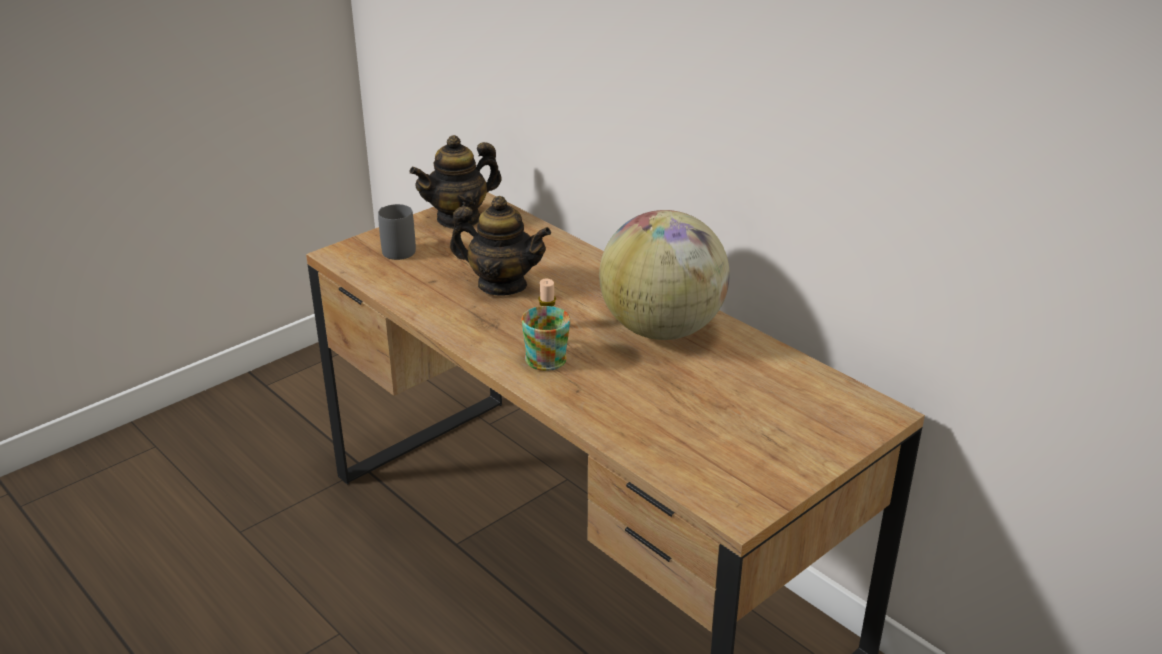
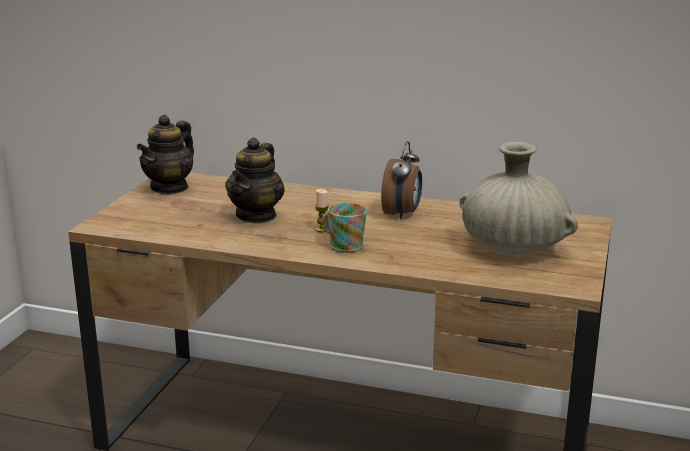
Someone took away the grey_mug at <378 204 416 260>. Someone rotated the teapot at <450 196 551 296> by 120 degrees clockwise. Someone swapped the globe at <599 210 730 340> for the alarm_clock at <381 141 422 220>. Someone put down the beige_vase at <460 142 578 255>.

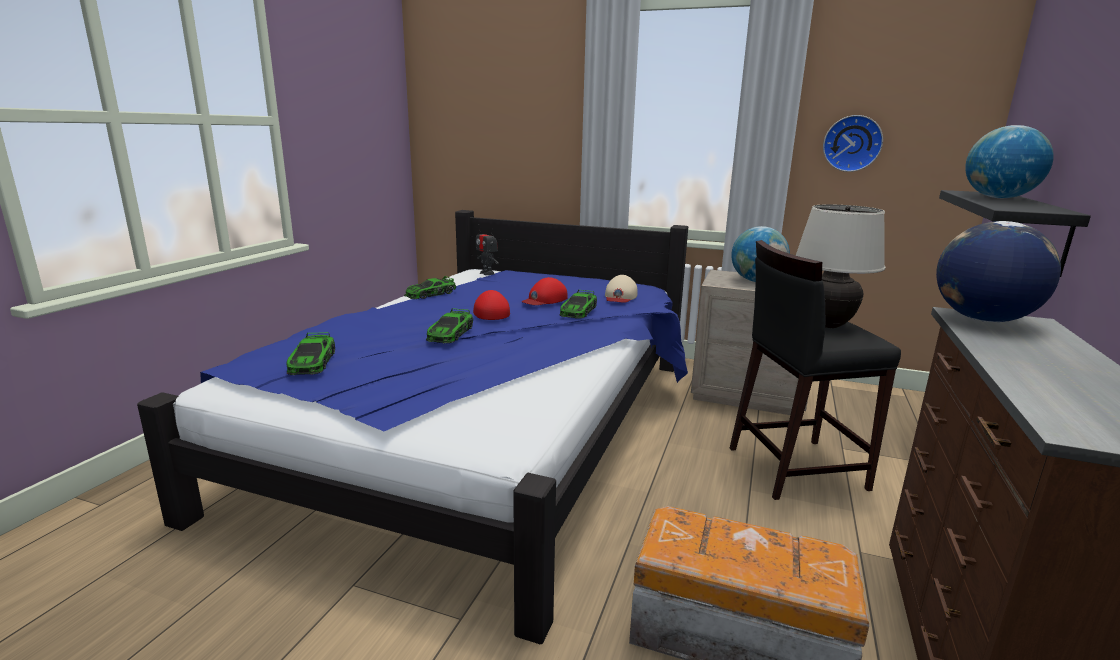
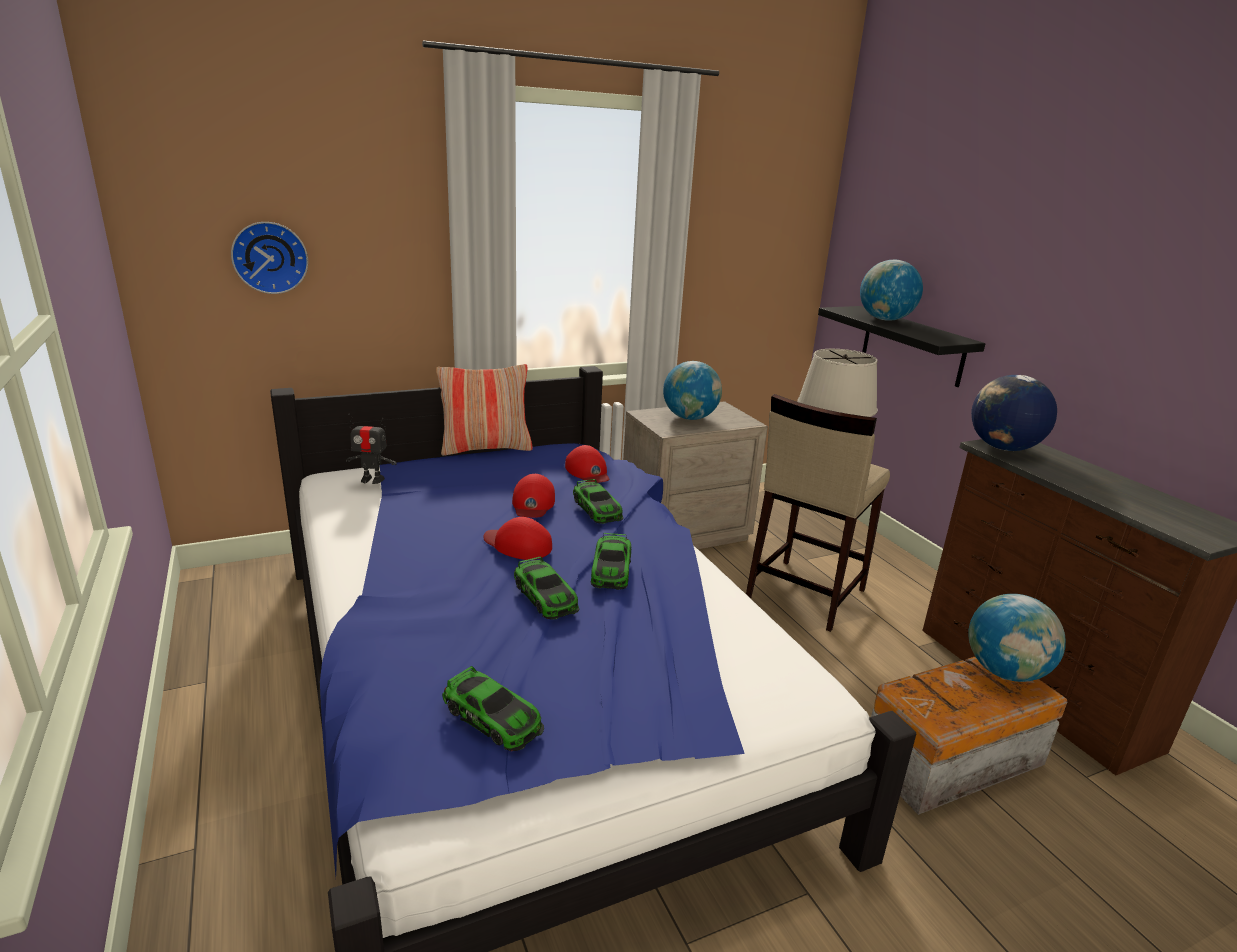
Someone carried the toy_car from <404 276 456 299> to <591 533 631 590>. Someone repainted the beige_cap at <605 275 637 303>, which became the red_cap at <565 445 609 483>. Someone repainted the black_stool at <730 240 901 500>, which became the beige_stool at <746 394 890 632>. Someone carried the wall_clock from <823 115 883 172> to <231 222 308 294>. Someone put down the pillow at <436 364 533 456>. Someone put down the globe at <968 594 1066 682>.

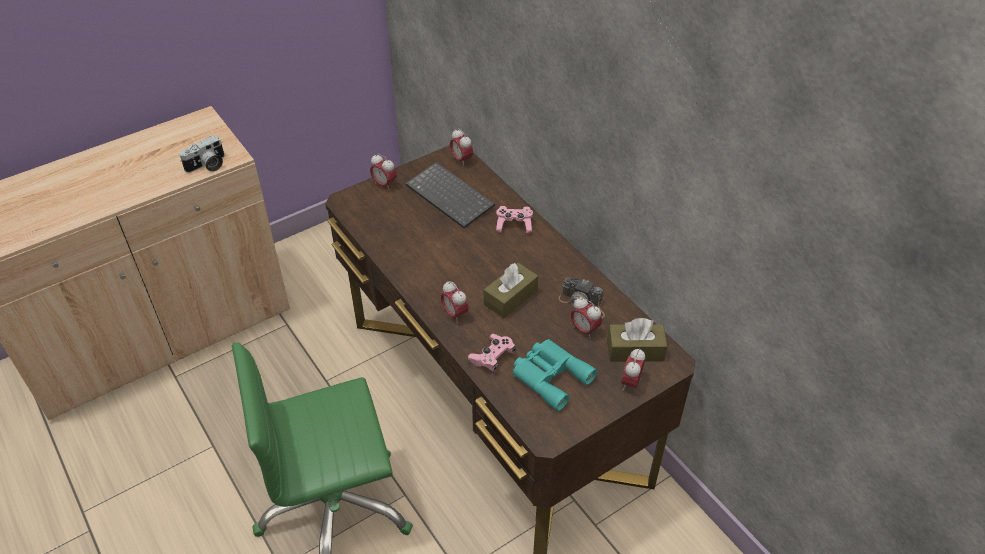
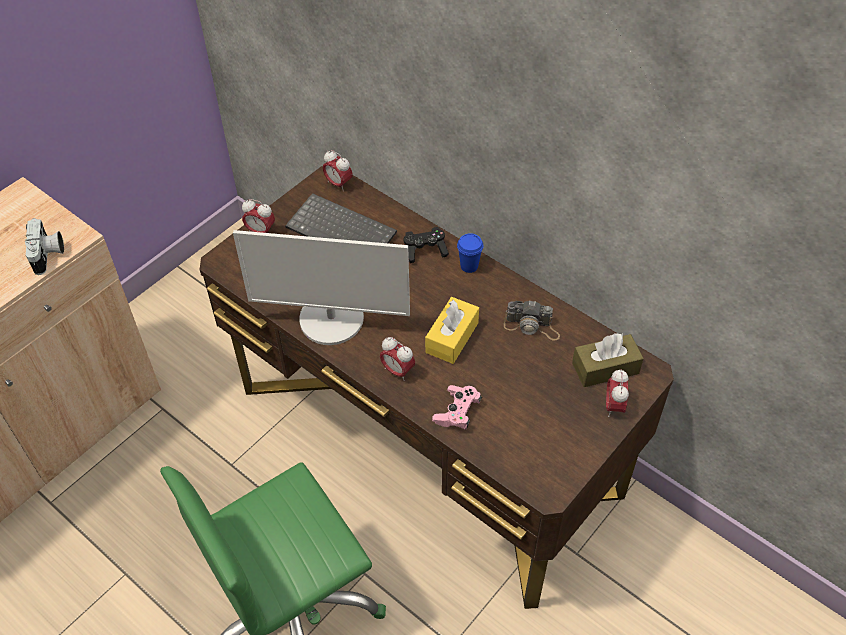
Someone rotated the photo_camera at <179 135 225 173> by 45 degrees counterclockwise. Someone repainted the brown_tissue_box at <484 263 538 318>, which became the yellow_tissue_box at <425 297 479 364>. Someone repainted the pink_game_controller at <496 206 533 233>, which became the black_game_controller at <404 227 449 263>. Someone took away the turquoise_binoculars at <513 339 597 411>. Someone took away the alarm_clock at <571 297 602 339>. Someone put down the monitor at <233 230 410 345>. Someone put down the blue_cup at <457 233 483 273>.

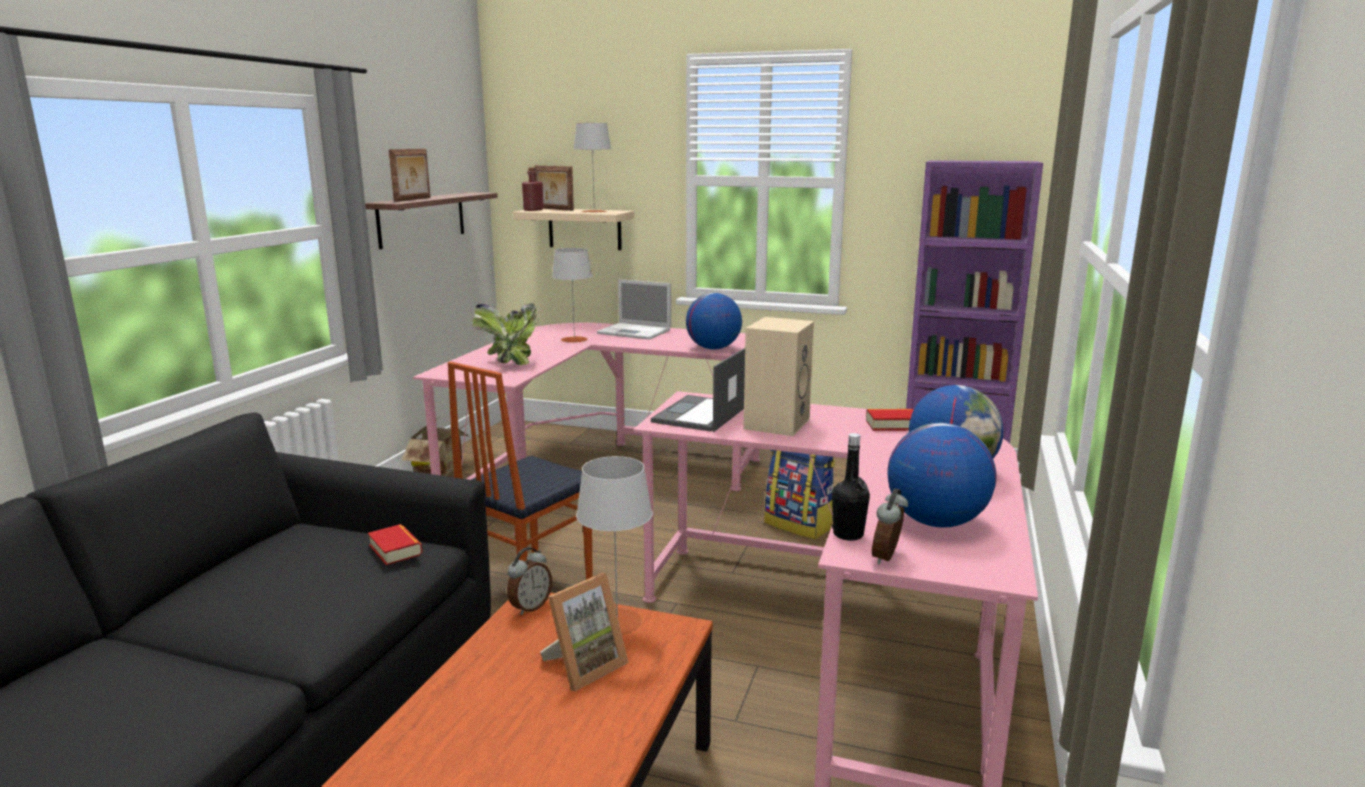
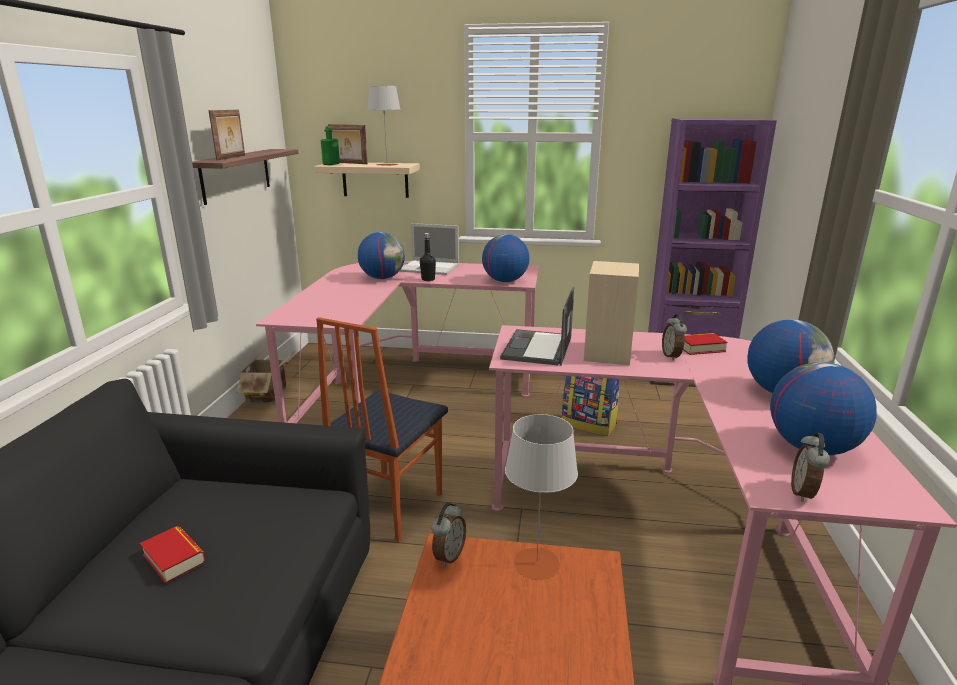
Someone carried the book from <368 524 422 565> to <140 526 206 584>. Someone took away the potted_plant at <472 303 537 365>. Someone repainted the red_bottle at <522 167 544 211>, which became the green_bottle at <321 126 340 165>. Someone took away the picture_frame at <540 573 628 691>. Someone swapped the grey_table_lamp at <552 248 592 343> for the globe at <358 232 405 279>. Someone carried the black_bottle from <832 433 870 541> to <420 233 436 281>. Someone put down the alarm_clock at <662 314 687 361>.

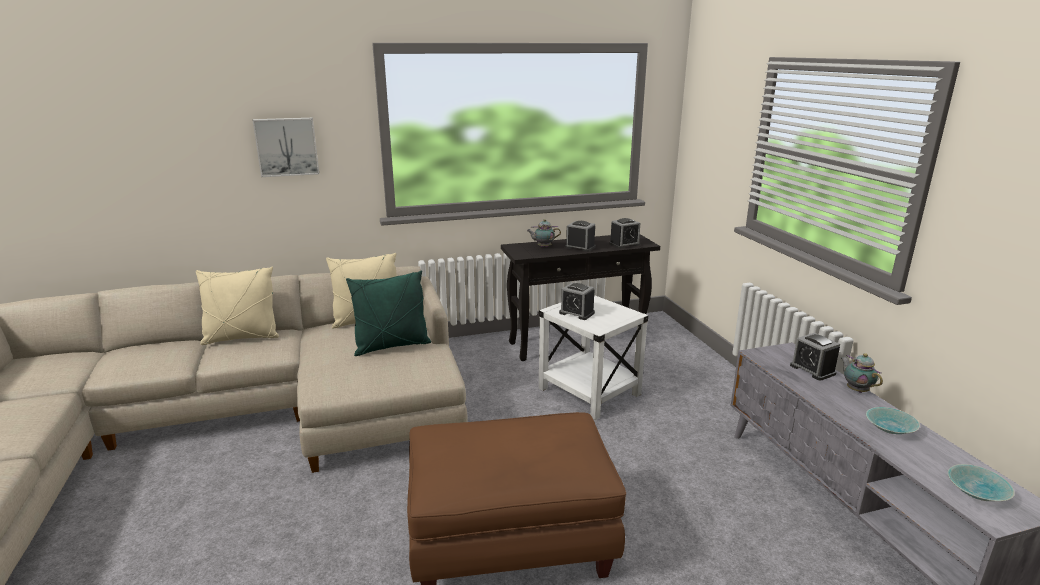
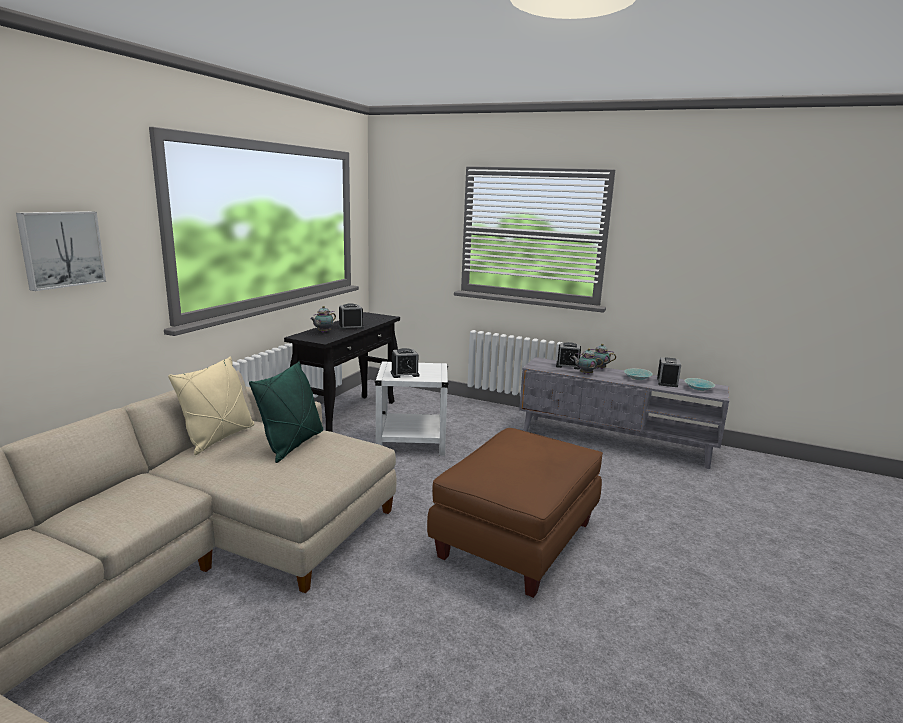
Someone took away the beige_pillow at <196 267 279 345>. Someone carried the alarm_clock from <609 218 640 249> to <657 357 681 387>. Someone put down the teapot at <572 348 603 375>.

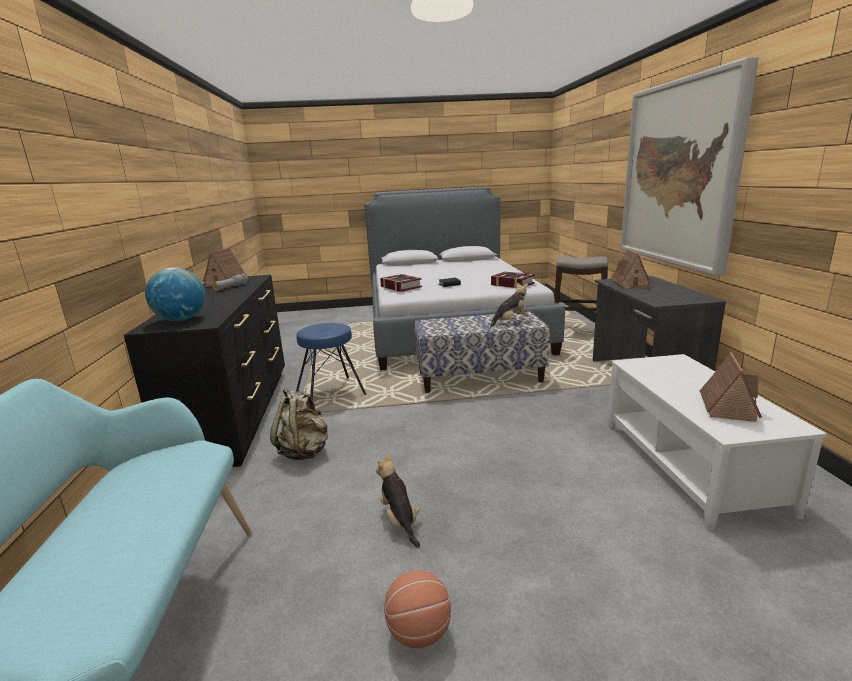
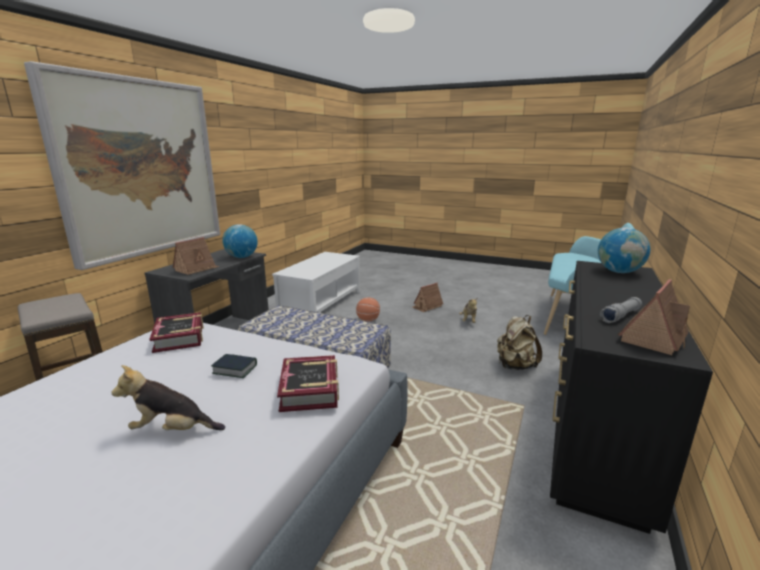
Someone took away the blue_stool at <296 323 366 400>. Someone carried the basketball from <384 570 451 648> to <356 297 380 322>. Someone carried the plush_toy from <490 282 529 327> to <111 365 225 430>. Someone carried the toy_house from <700 352 762 422> to <413 283 443 312>. Someone put down the globe at <222 224 258 258>.

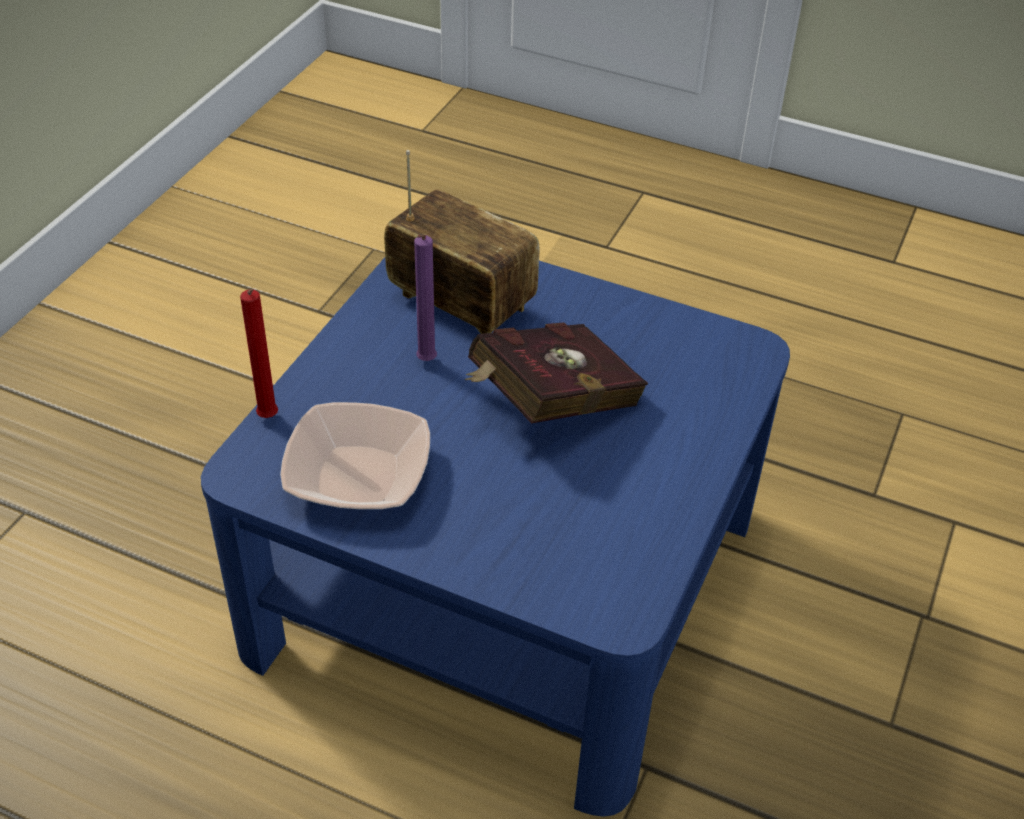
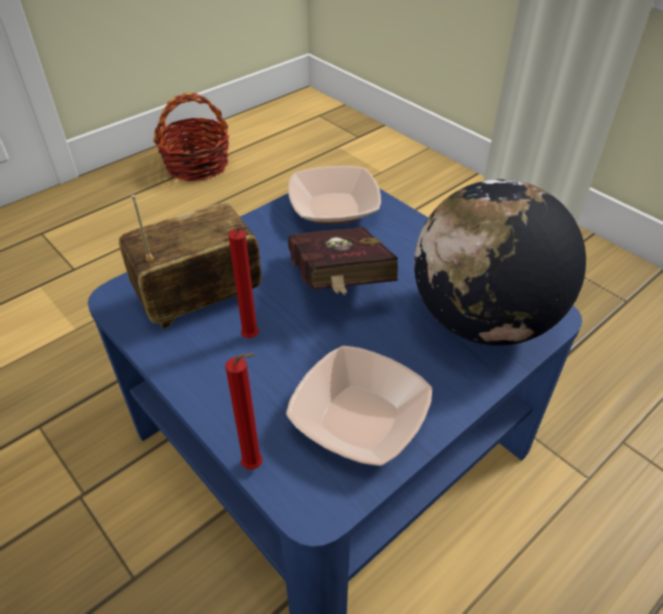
Someone repainted the purple_candle at <414 234 437 361>, which became the red_candle at <228 226 259 338>. Someone put down the basket at <153 93 230 181>. Someone put down the bowl at <288 166 381 224>. Someone put down the globe at <414 179 586 346>.

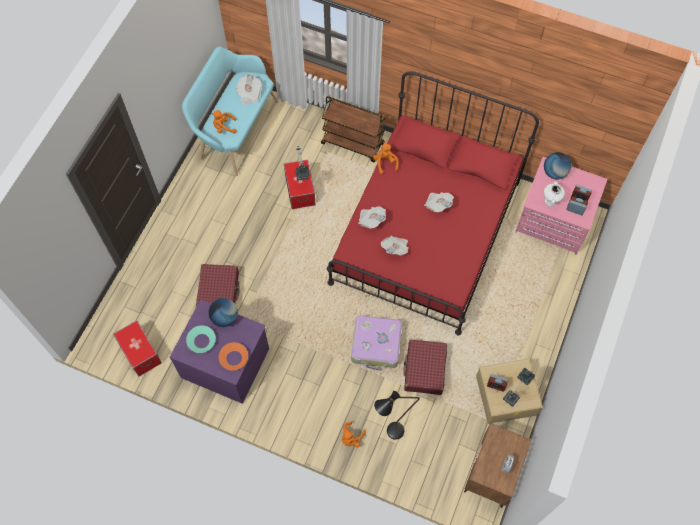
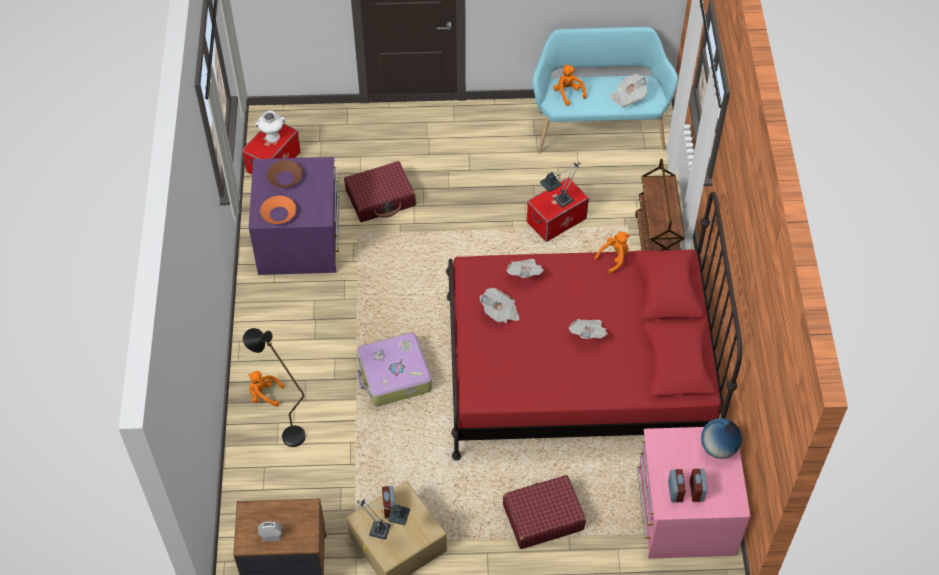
Someone repainted the turquoise_bowl at <186 325 216 353>, which became the brown_bowl at <267 160 302 188>. Someone took away the globe at <208 298 238 327>. Someone carried the red_suitcase from <403 339 447 395> to <503 475 586 549>. Someone carried the white_vase from <544 181 565 207> to <255 110 286 142>.

